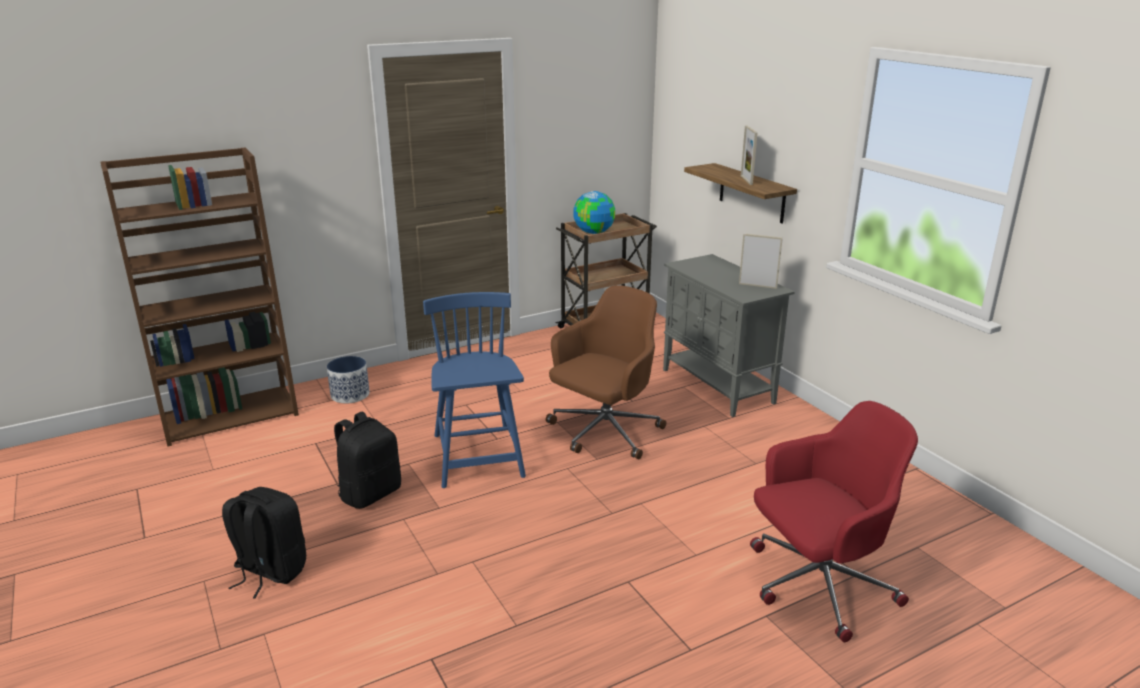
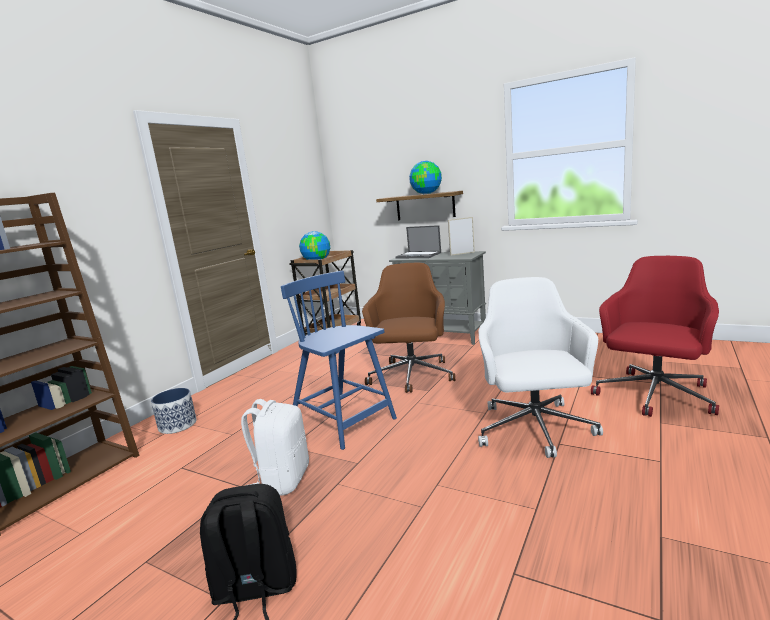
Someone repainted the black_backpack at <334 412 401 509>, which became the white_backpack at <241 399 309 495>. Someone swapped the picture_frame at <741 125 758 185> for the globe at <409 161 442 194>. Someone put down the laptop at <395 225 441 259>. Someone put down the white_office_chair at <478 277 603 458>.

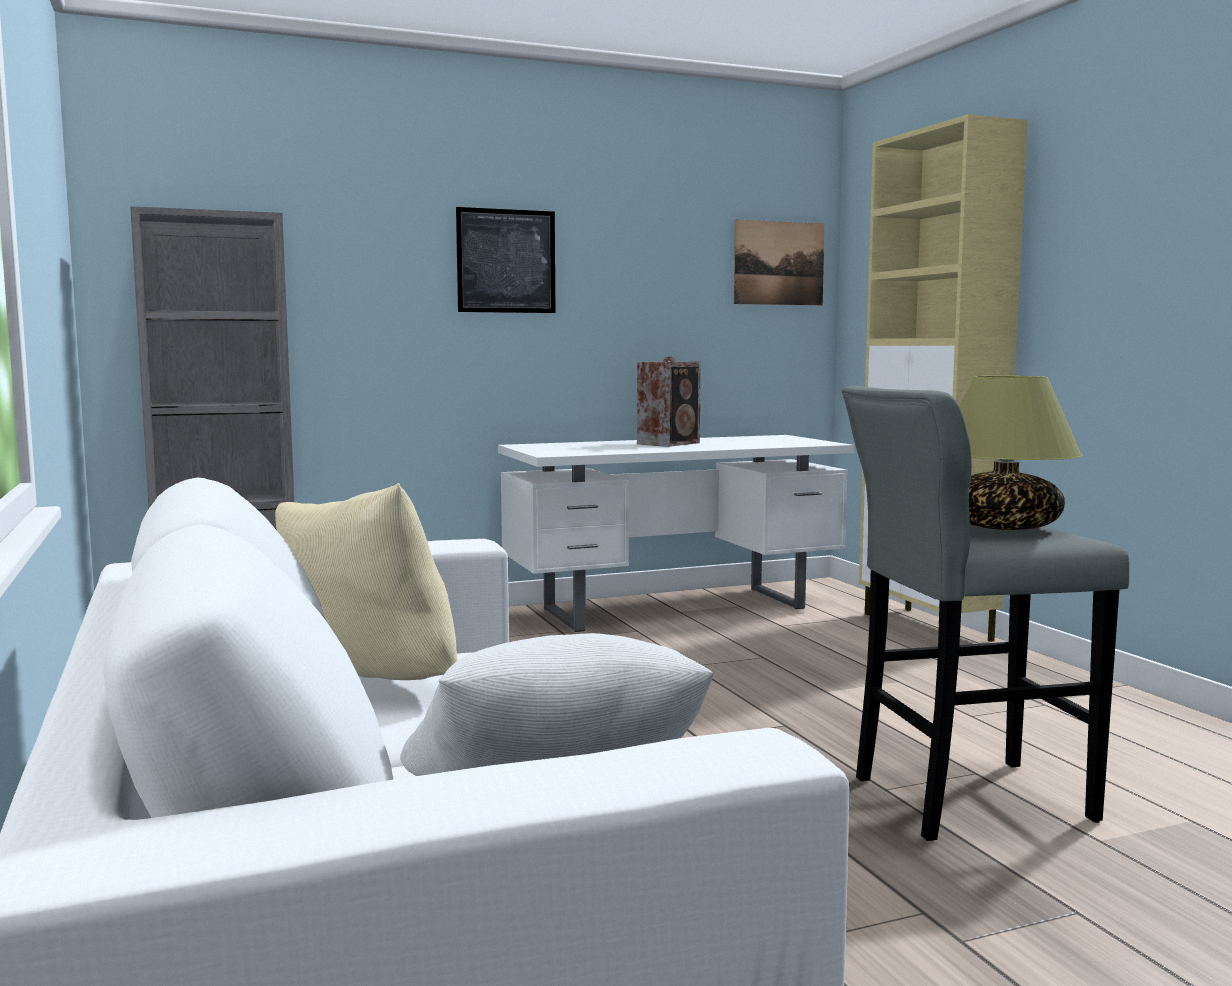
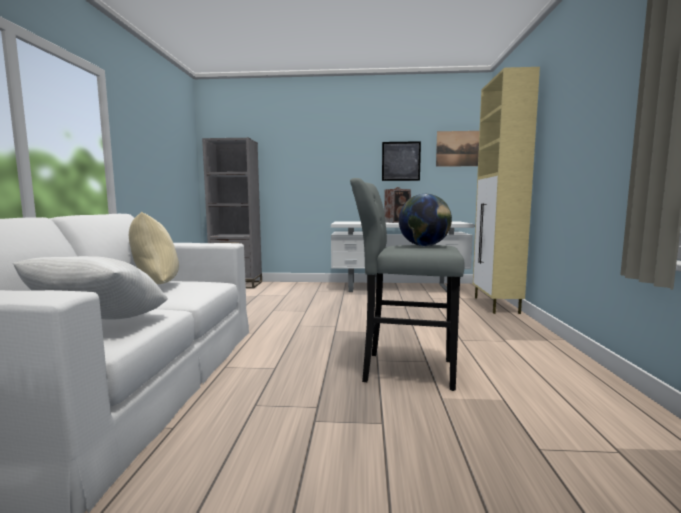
Someone carried the picture from <456 207 555 313> to <382 141 421 181>. Someone swapped the table_lamp at <959 376 1082 530> for the globe at <399 194 452 246>.

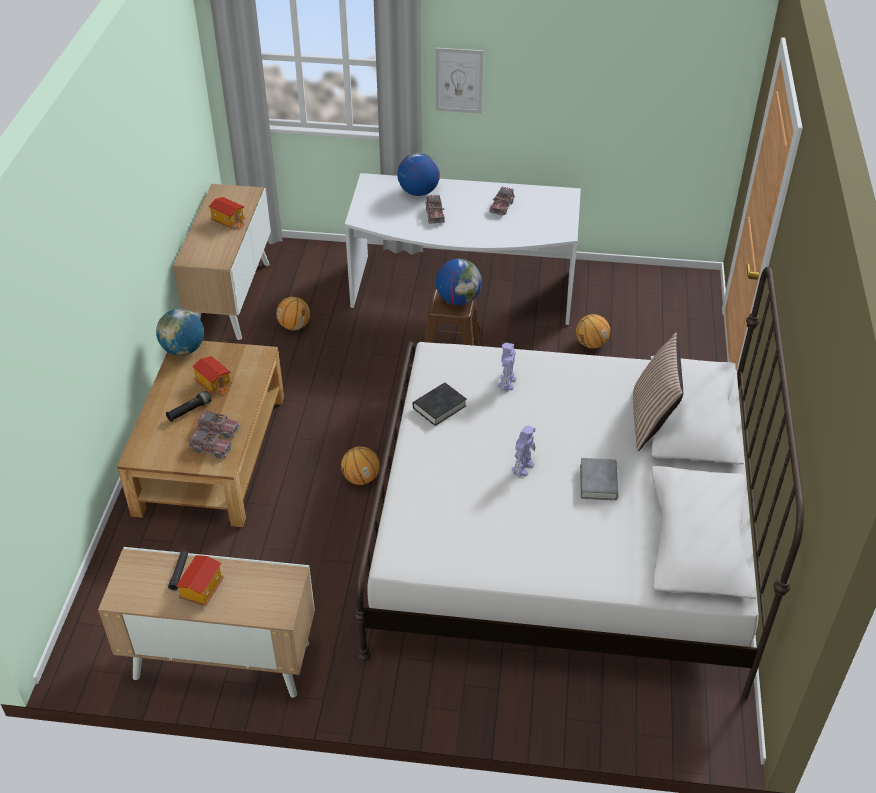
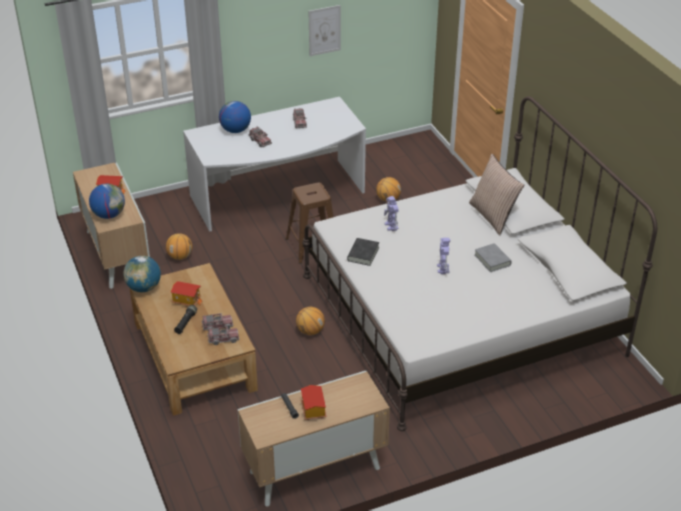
Someone carried the picture from <436 48 484 114> to <309 5 341 56>. Someone carried the globe from <436 259 482 305> to <89 184 125 219>.

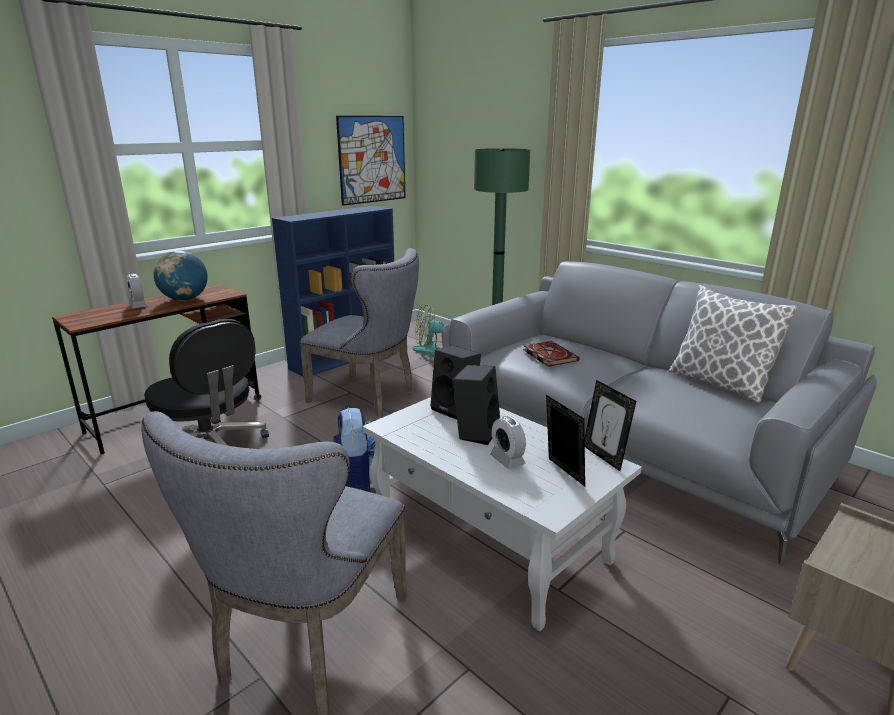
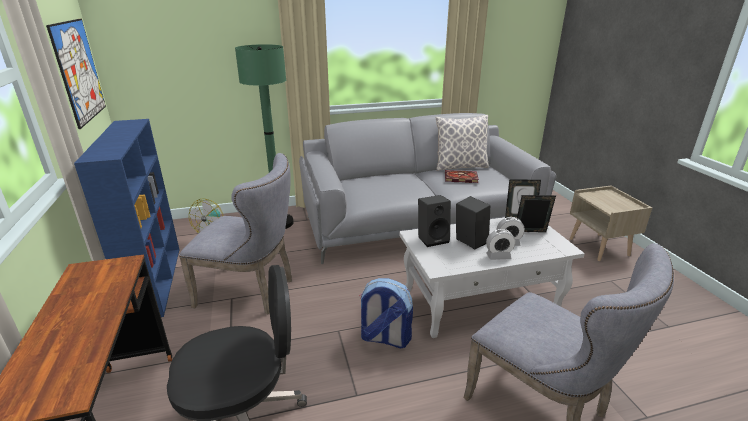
Someone carried the alarm_clock from <127 274 148 308> to <486 229 515 260>. Someone took away the globe at <153 251 208 301>. Someone rotated the grey_chair at <299 248 419 417> by 45 degrees clockwise. Someone carried the book from <523 341 579 367> to <445 170 479 183>.

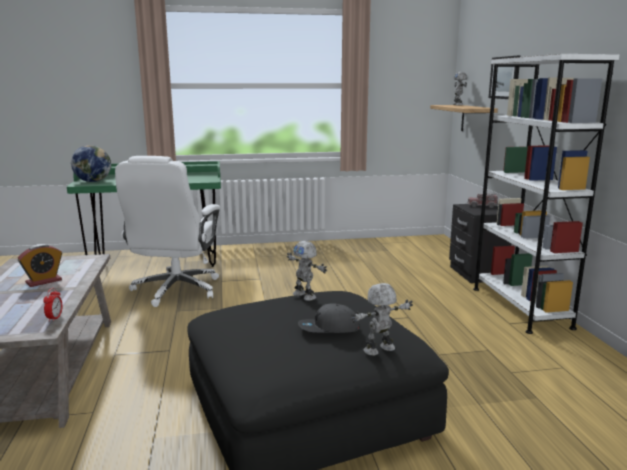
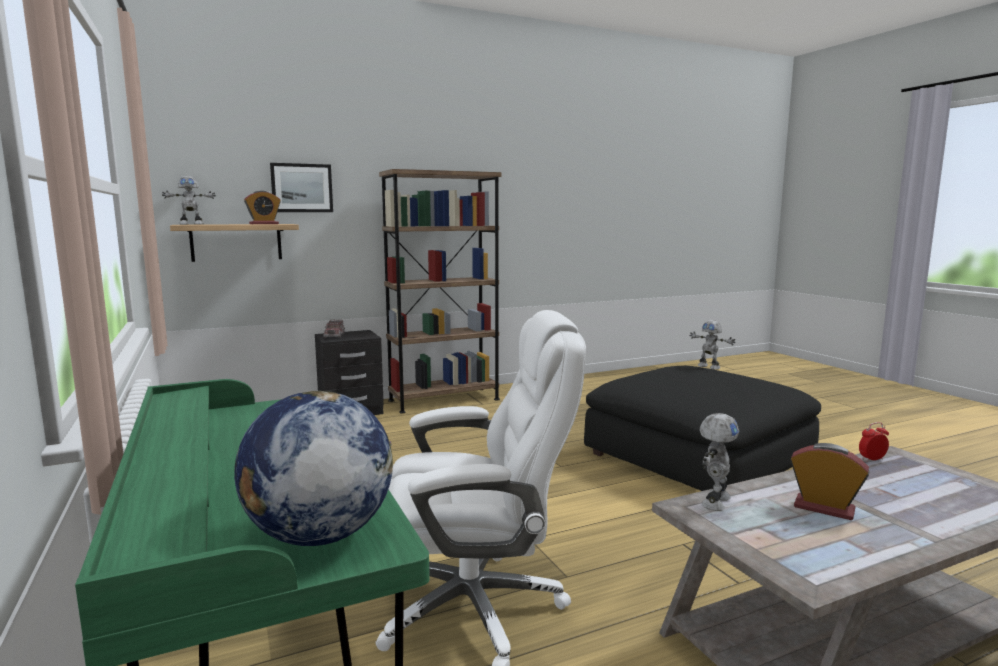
Someone carried the toy_robot from <287 241 327 301> to <700 413 739 511>. Someone took away the grey_cap at <298 304 360 333>. Someone repainted the white_bookcase at <473 54 620 334>, which became the brown_bookcase at <379 169 501 414>. Someone put down the alarm_clock at <244 190 281 224>.

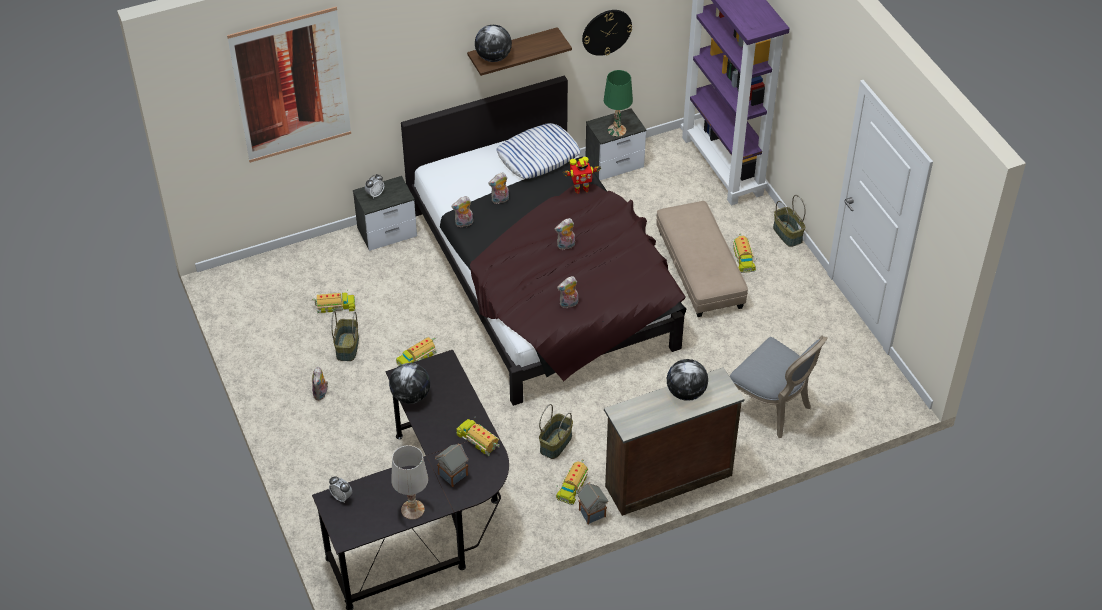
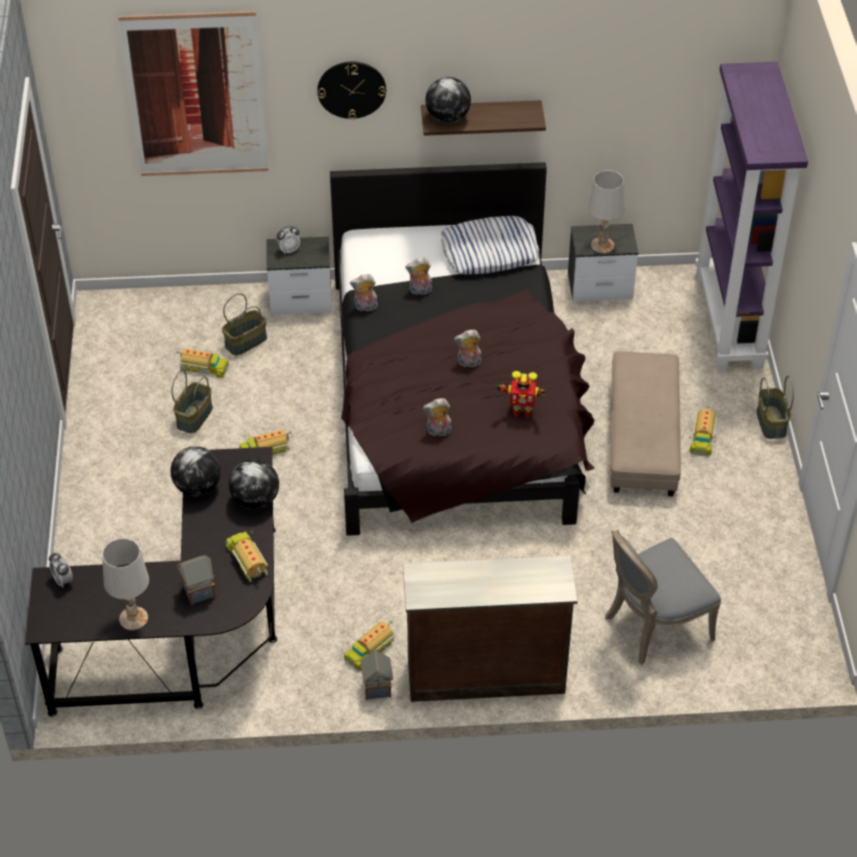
Someone took away the plush_toy at <312 366 328 400>. Someone carried the basket from <539 404 573 459> to <222 293 267 356>. Someone carried the toy_robot from <563 157 601 194> to <496 371 546 418>. Someone carried the wall_clock from <582 10 632 56> to <317 62 386 120>. Someone repainted the green_table_lamp at <604 70 633 137>, which became the white_table_lamp at <588 170 624 253>. Someone carried the globe from <667 359 708 401> to <229 459 279 509>. Someone rotated the grey_chair at <730 335 828 438> by 90 degrees clockwise.

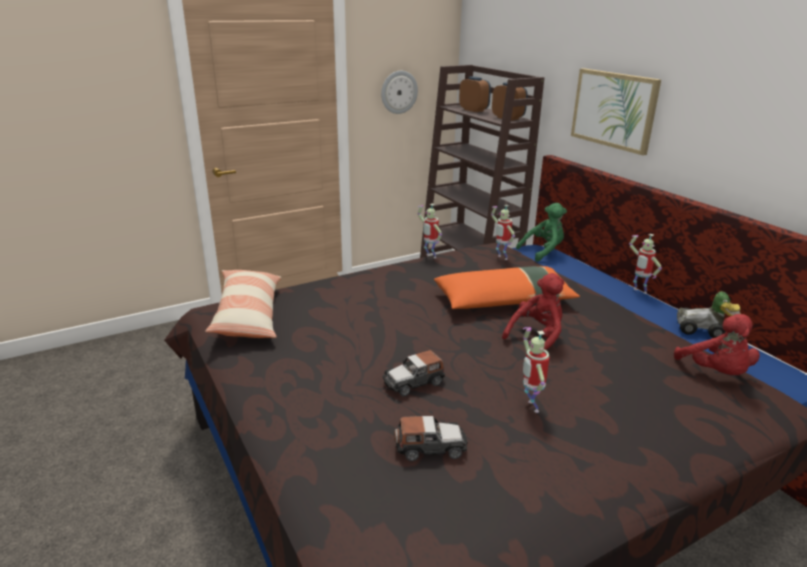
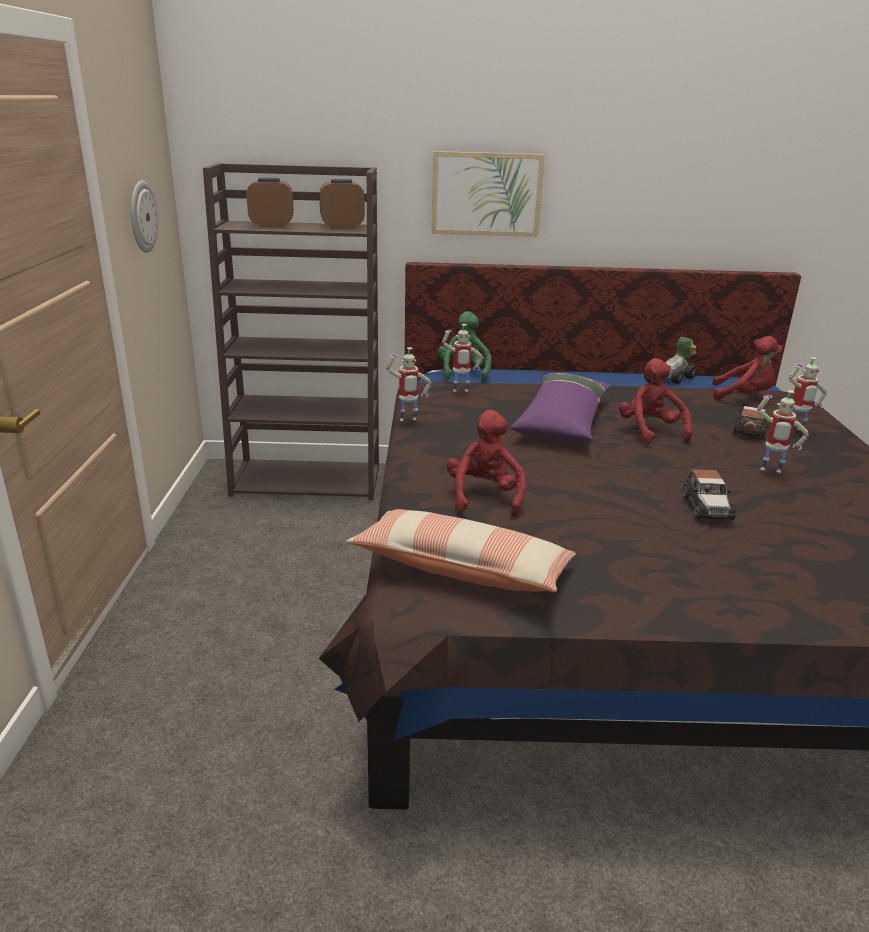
Someone carried the toy_car from <394 416 468 461> to <733 406 769 439>. Someone repainted the orange_pillow at <434 266 580 309>, which became the purple_pillow at <511 372 611 440>. Someone carried the toy_robot from <629 234 662 294> to <789 357 827 430>. Someone put down the red_plush_toy at <447 410 526 517>.

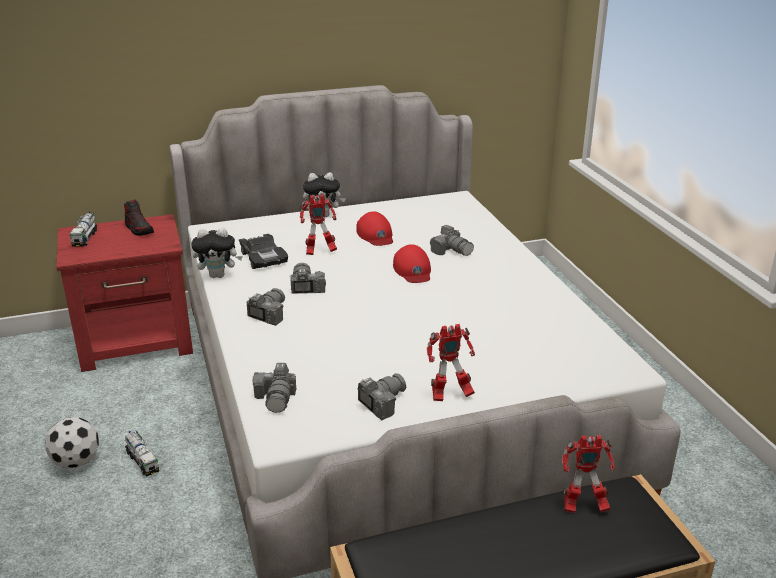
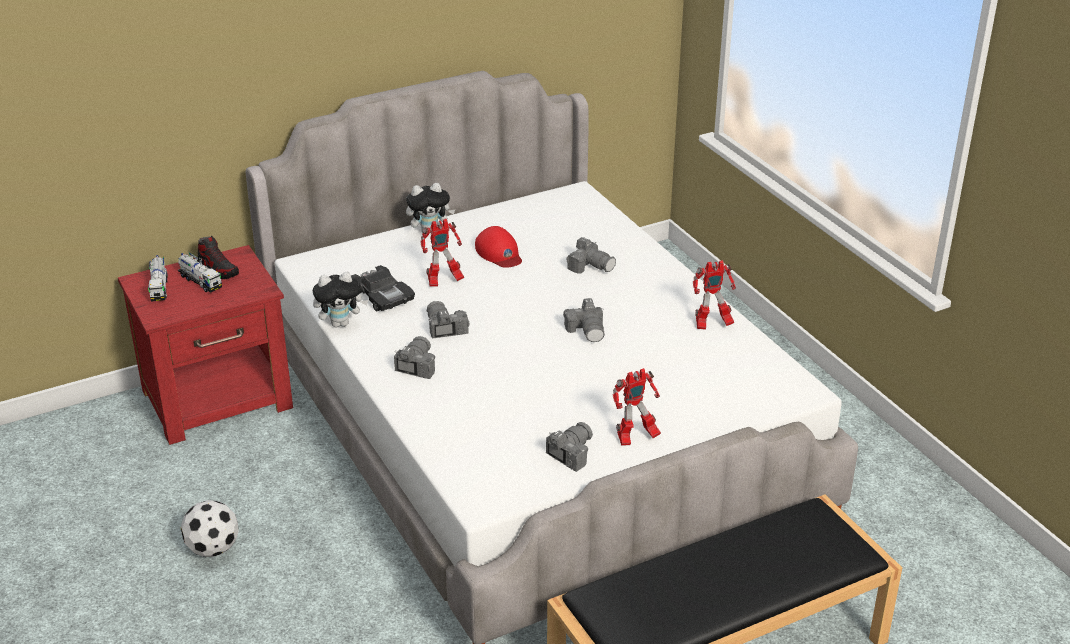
Someone carried the toy_truck from <125 431 159 477> to <178 252 222 292>. Someone carried the photo_camera from <252 363 296 413> to <563 298 605 342>. Someone took away the red_cap at <393 244 431 283>. Someone carried the toy_robot from <562 435 615 513> to <693 260 736 330>.

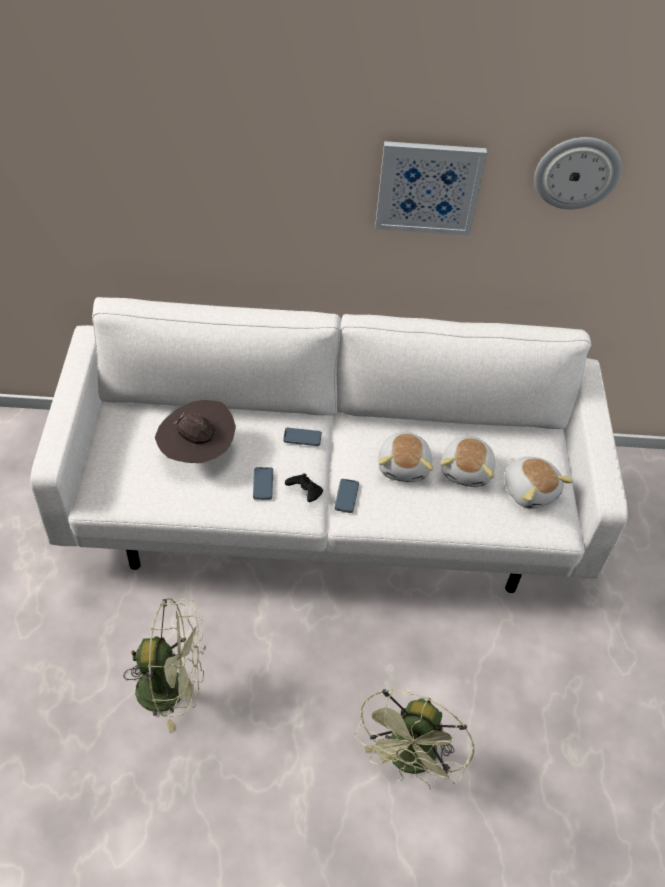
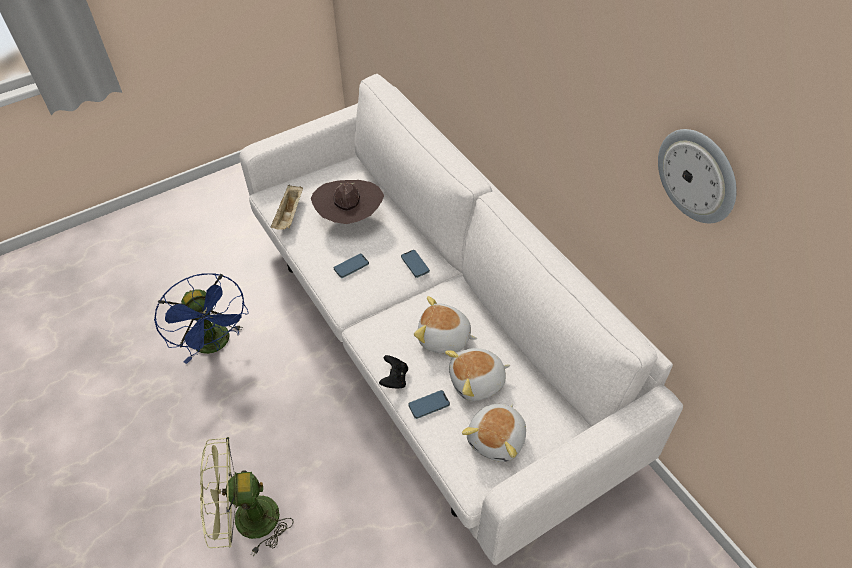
Someone repainted the green_fan at <124 598 206 732>, which became the blue_fan at <154 273 249 364>. Someone carried the black_game_controller from <285 473 323 502> to <379 355 408 388>. Someone carried the phone from <334 479 359 513> to <408 390 450 419>. Someone took away the picture at <375 141 487 236>. Someone rotated the plush_toy at <378 431 433 482> by 45 degrees clockwise. Someone put down the beige_tray at <271 184 303 230>.

